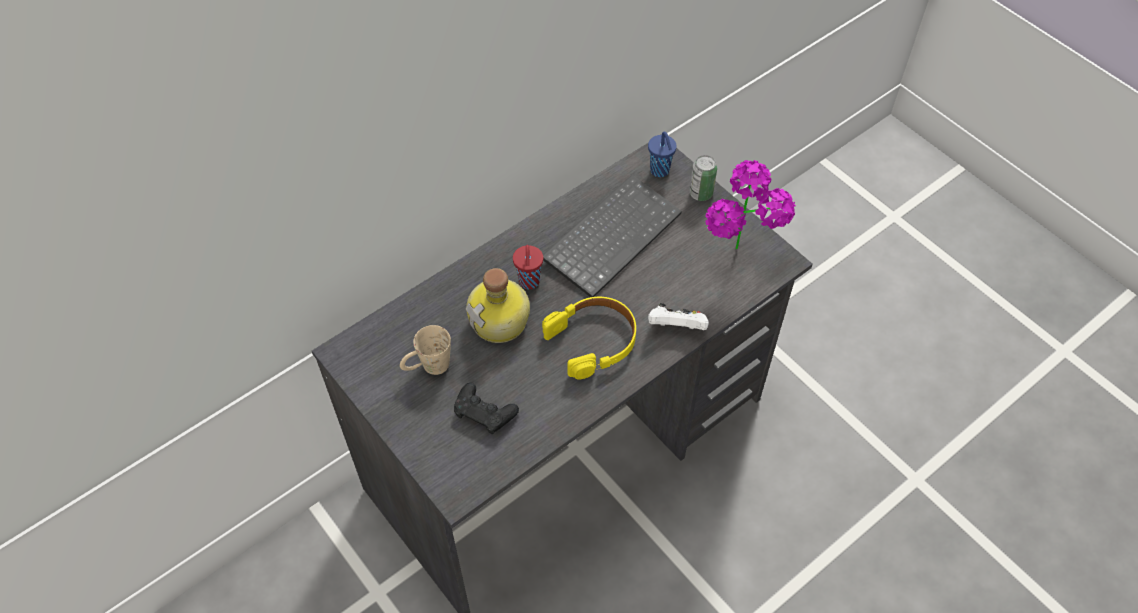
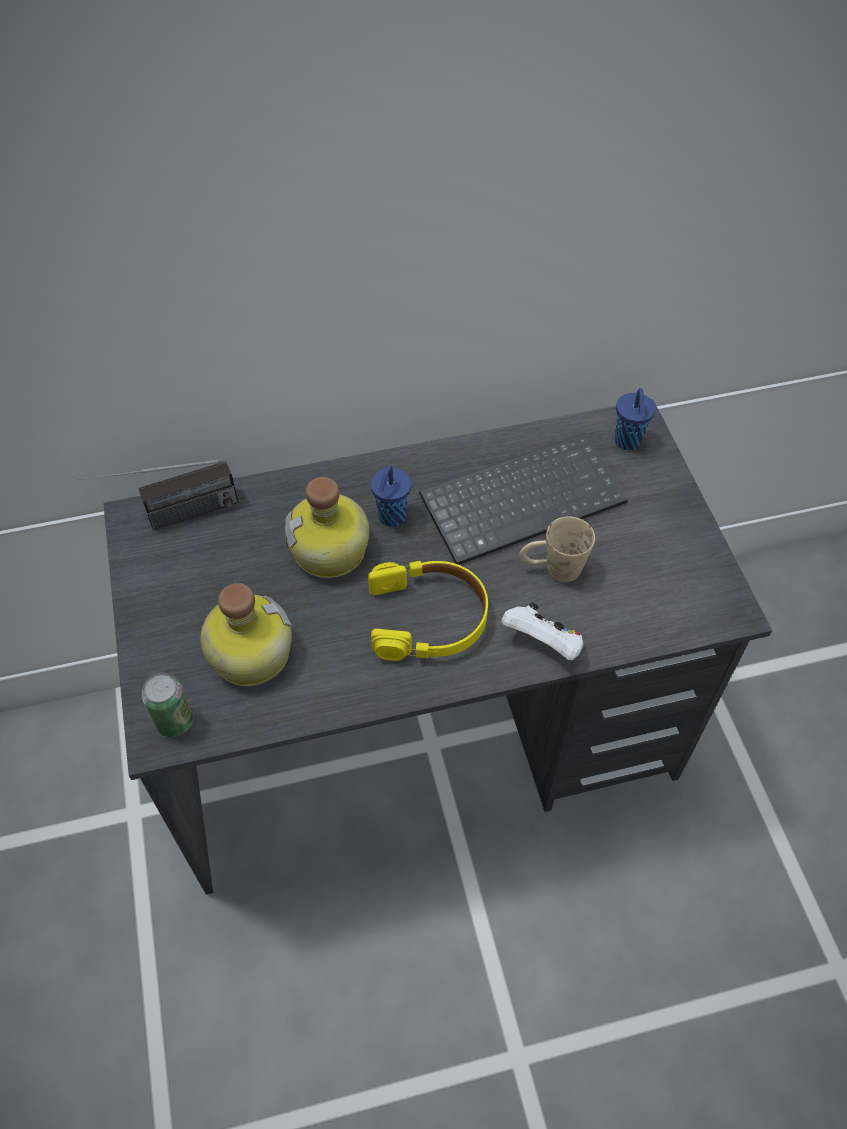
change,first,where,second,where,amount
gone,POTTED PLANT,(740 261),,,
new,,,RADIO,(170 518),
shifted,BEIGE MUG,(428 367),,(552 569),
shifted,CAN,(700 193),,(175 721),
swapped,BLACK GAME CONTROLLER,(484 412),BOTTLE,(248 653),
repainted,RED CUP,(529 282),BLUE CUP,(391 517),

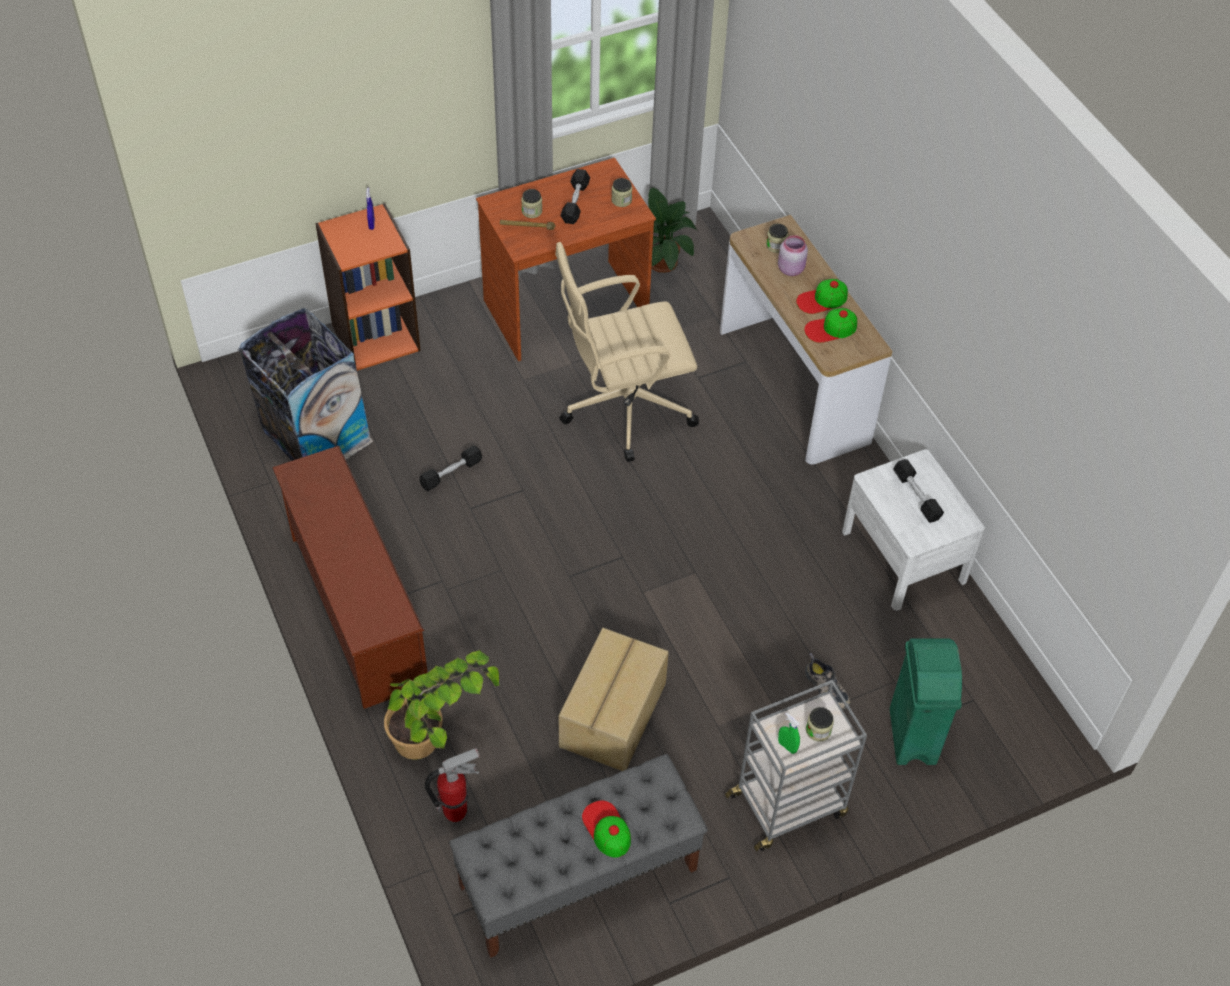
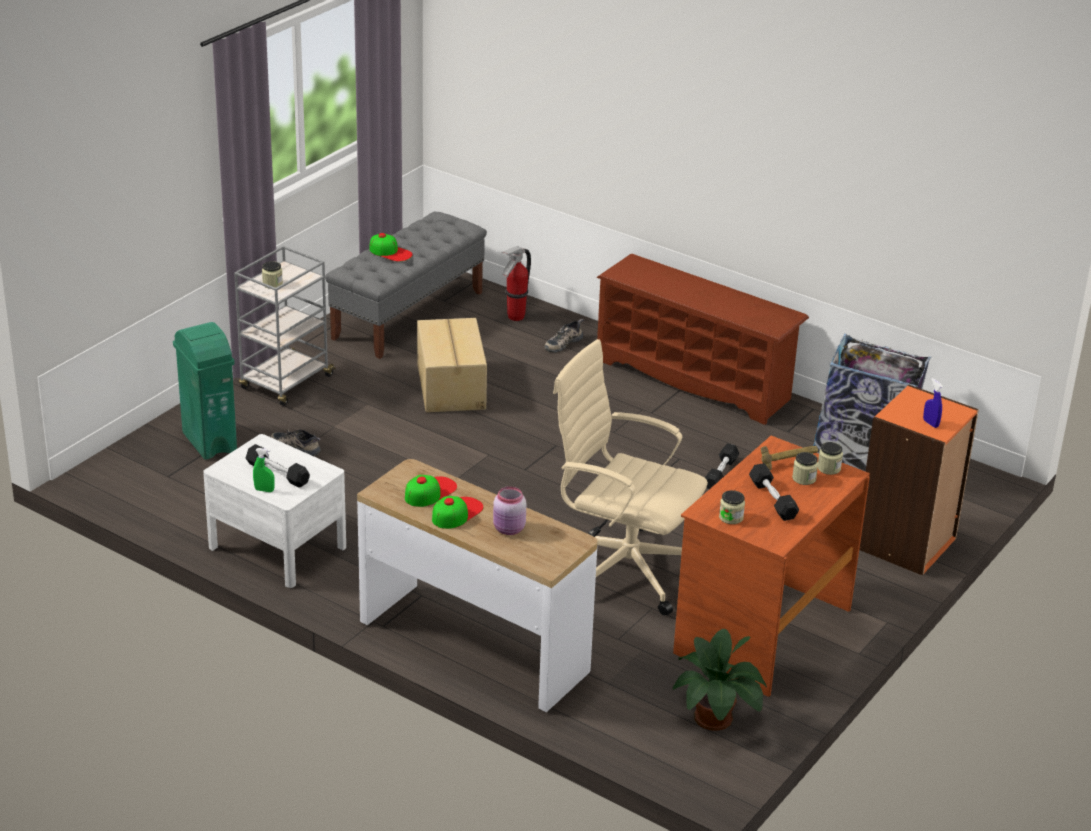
change,first,where,second,where,amount
shifted,JAR,(776 246),,(829 468),
shifted,GREEN SPRAY BOTTLE,(787 746),,(264 490),
swapped,POTTED PLANT,(440 736),SHOE,(563 342),
rotated,BEIGE OFFICE CHAIR,(623 408),,(623 569),105 degrees counterclockwise

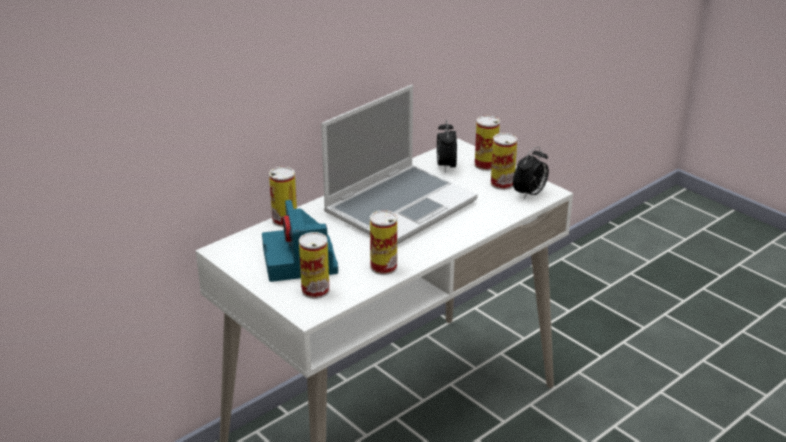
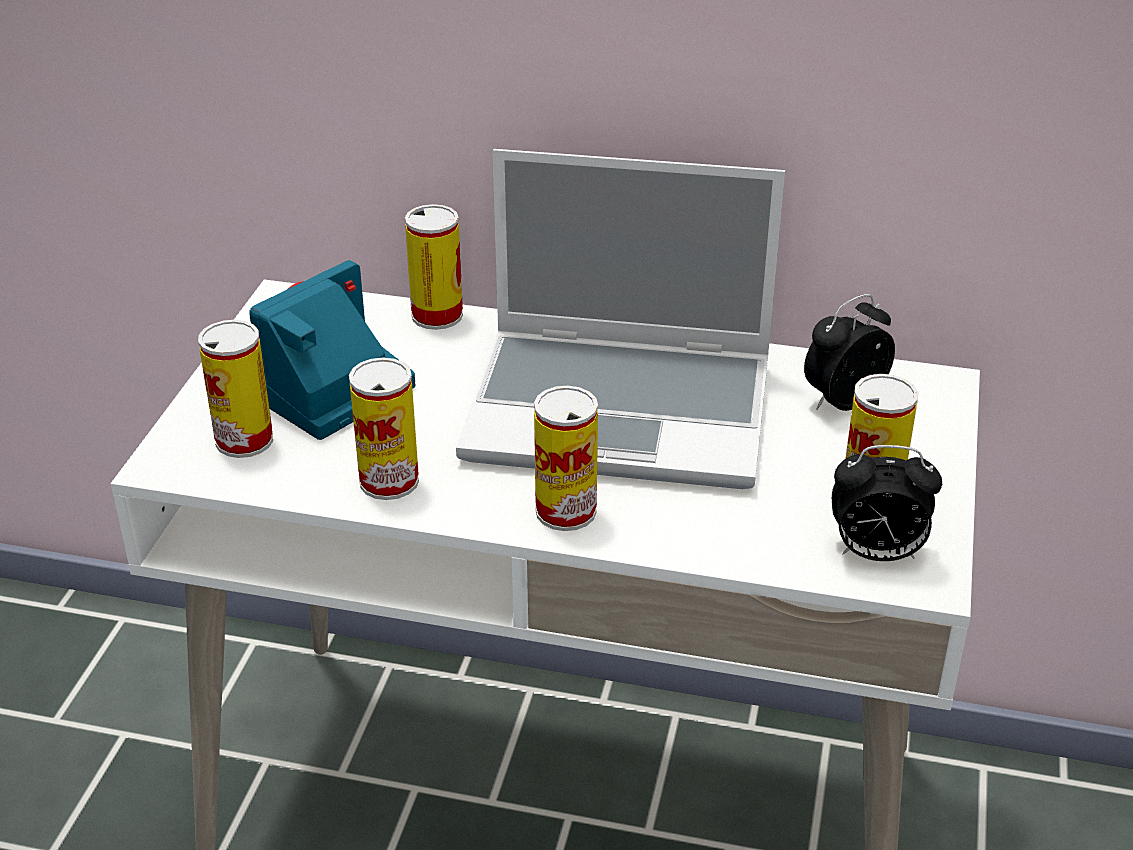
change,first,where,second,where,amount
shifted,CAN,(485 165),,(566 511),

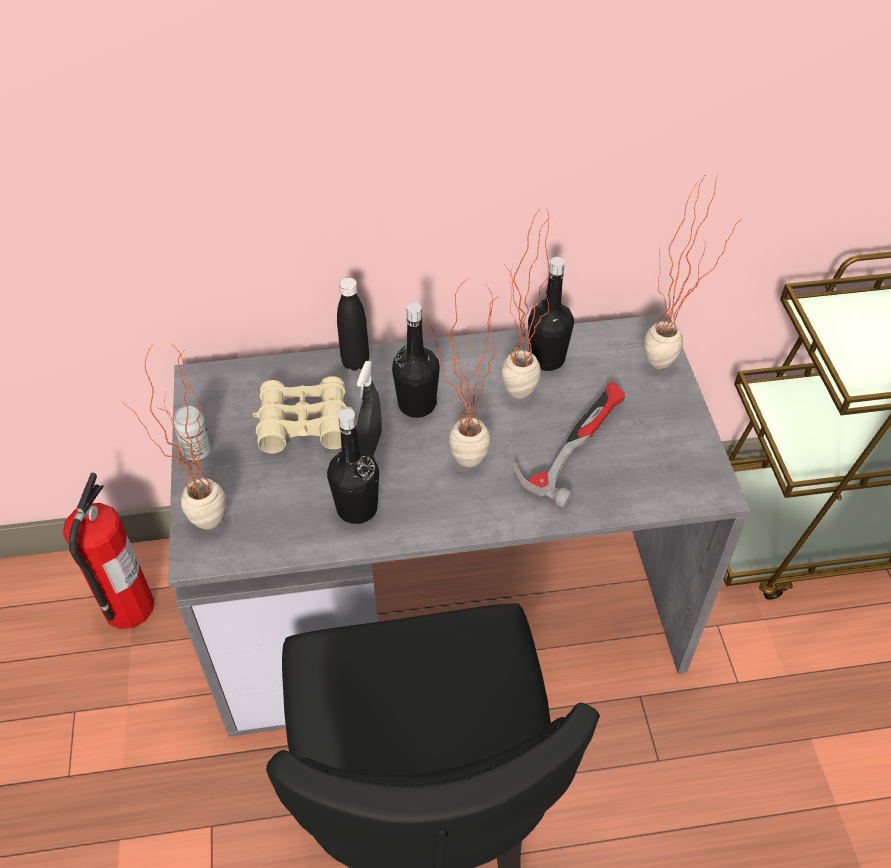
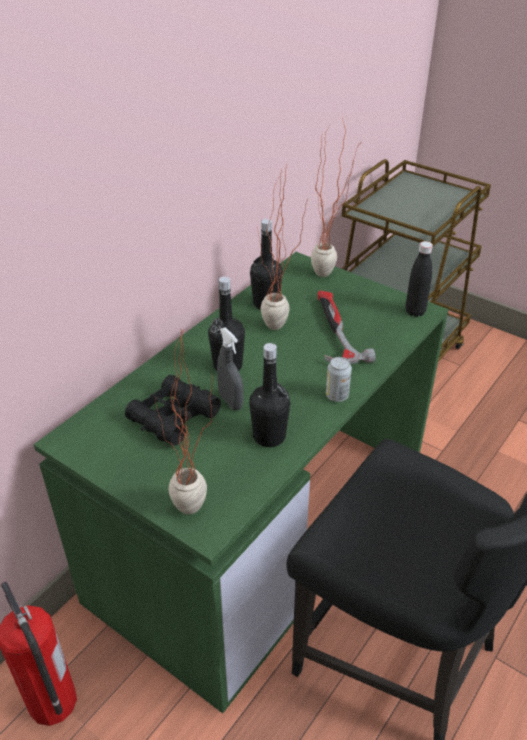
change,first,where,second,where,amount
gone,POTTED PLANT,(458 467),,,
shifted,CAN,(197 451),,(337 396),
shifted,BLACK BOTTLE,(355 362),,(415 312),
repainted,GREY DESK,(448 601),GREEN DESK,(263 525),
repainted,BEIGE BINOCULARS,(304 423),BLACK BINOCULARS,(173 417),

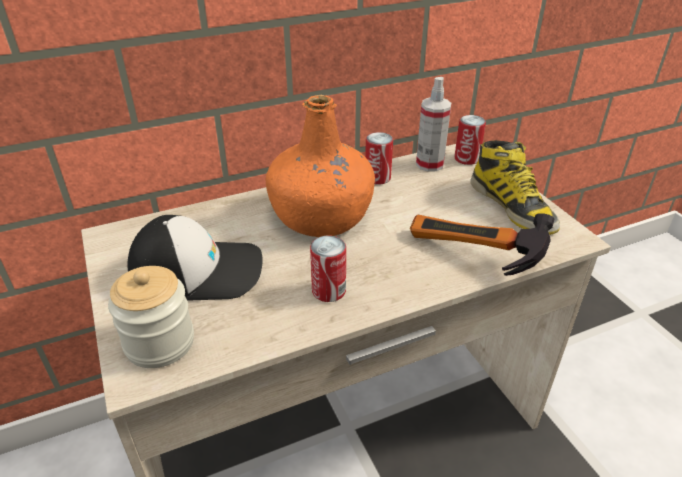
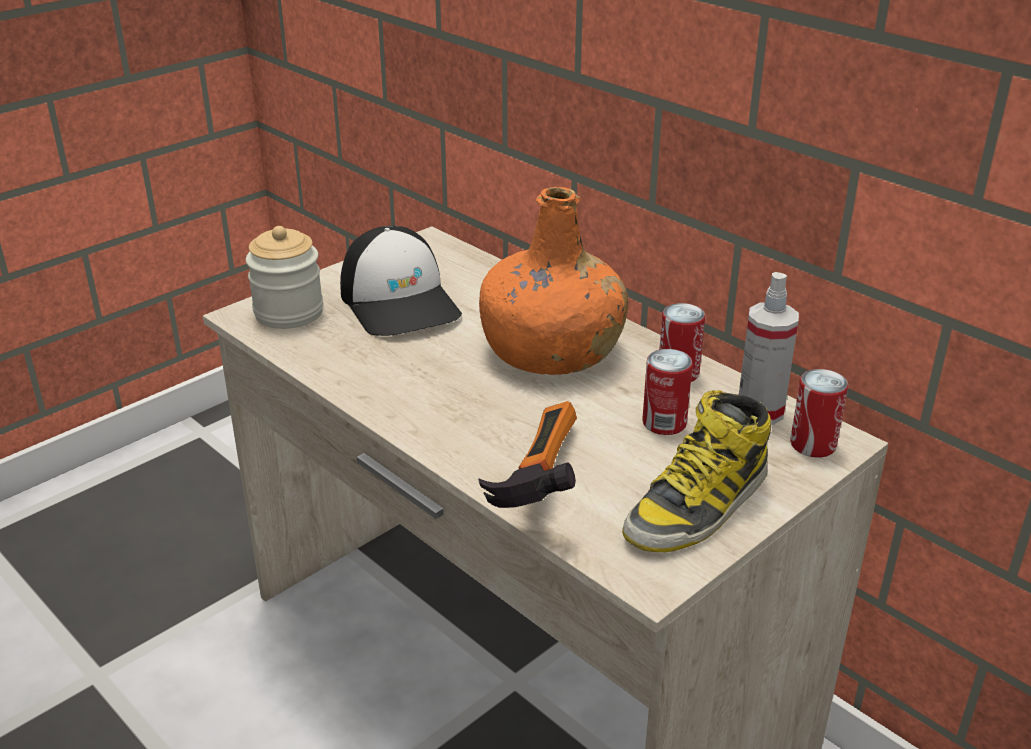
change,first,where,second,where,amount
shifted,CAN,(328 291),,(664 423),

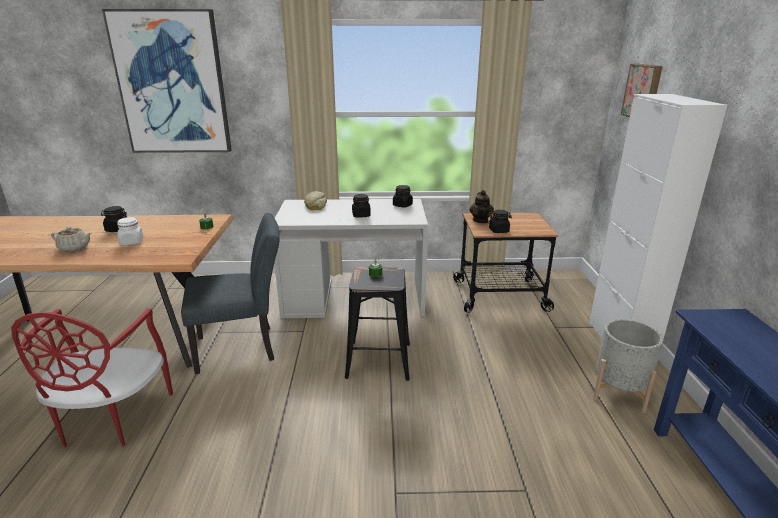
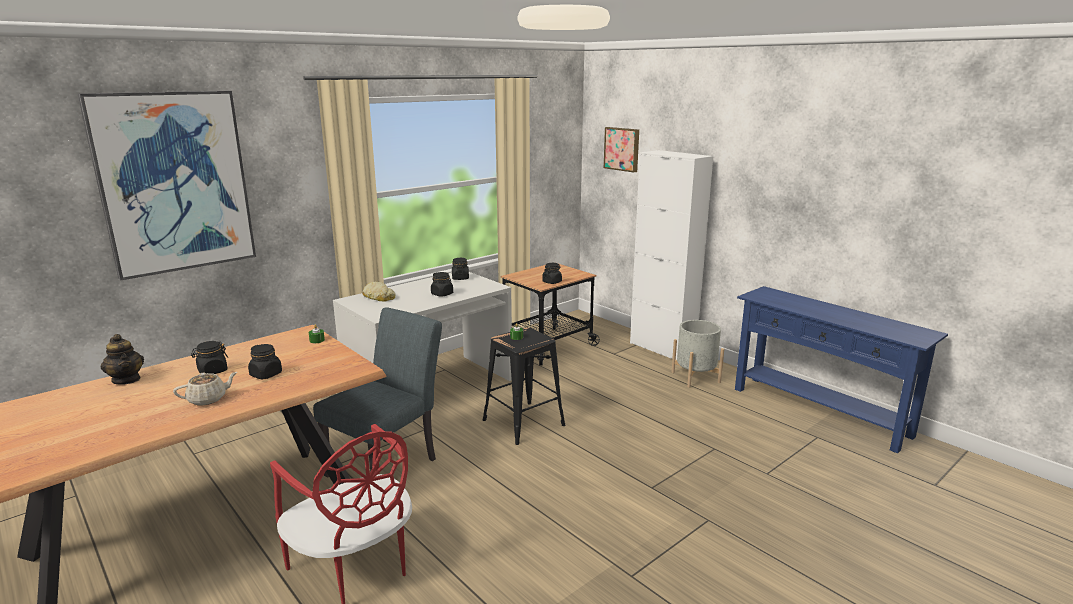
change,first,where,second,where,amount
shifted,TEAPOT,(480 220),,(127 380),
repainted,WHITE JAR,(132 242),BLACK JAR,(266 374),

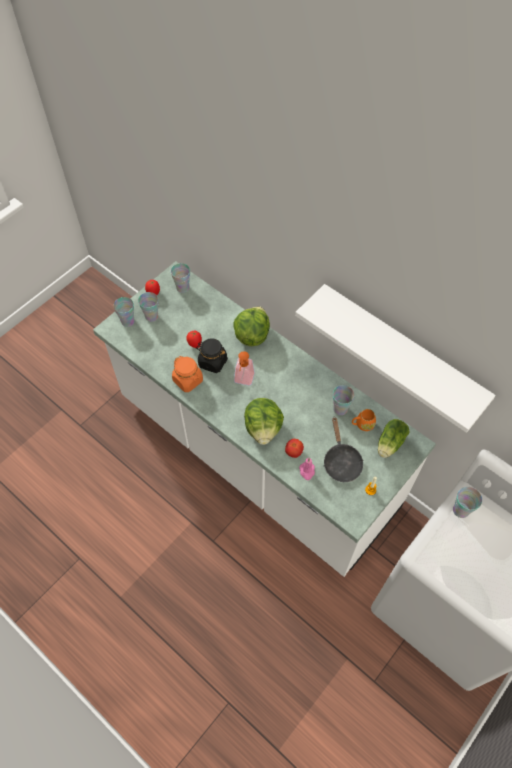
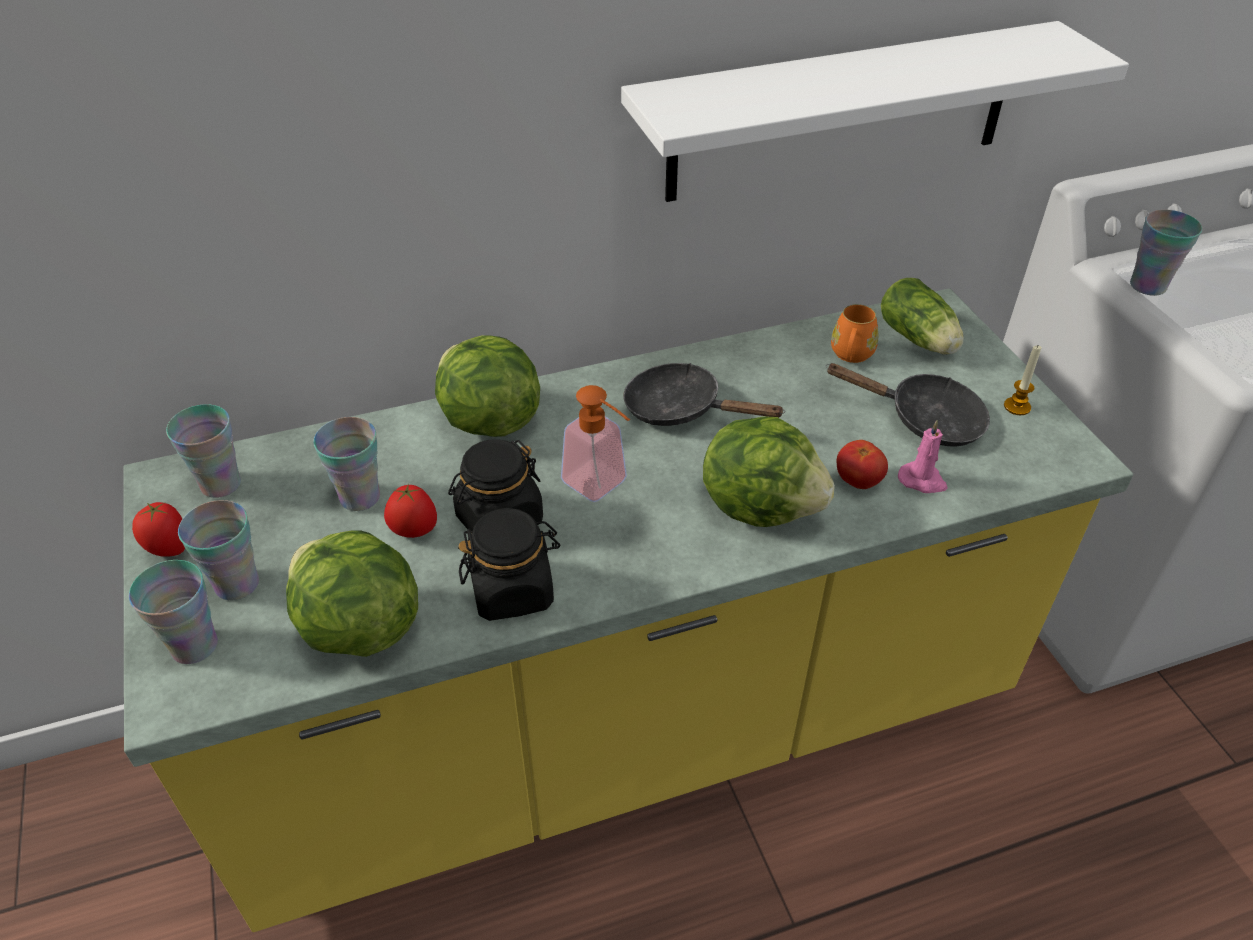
change,first,where,second,where,amount
new,,,LETTUCE,(358 628),
new,,,BLACK FRYING PAN,(681 409),
shifted,CUP,(340 409),,(360 497),
repainted,WHITE COUNTER,(256 454),YELLOW COUNTER,(626 721),
repainted,ORANGE JAR,(188 380),BLACK JAR,(513 591),

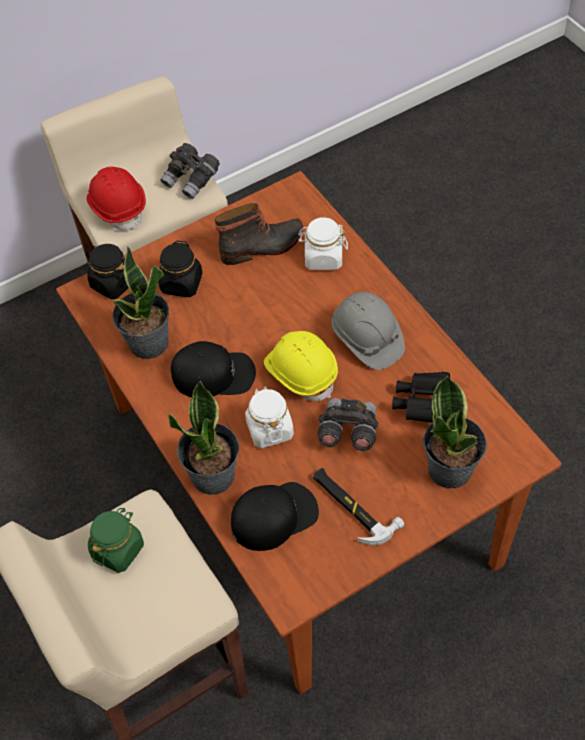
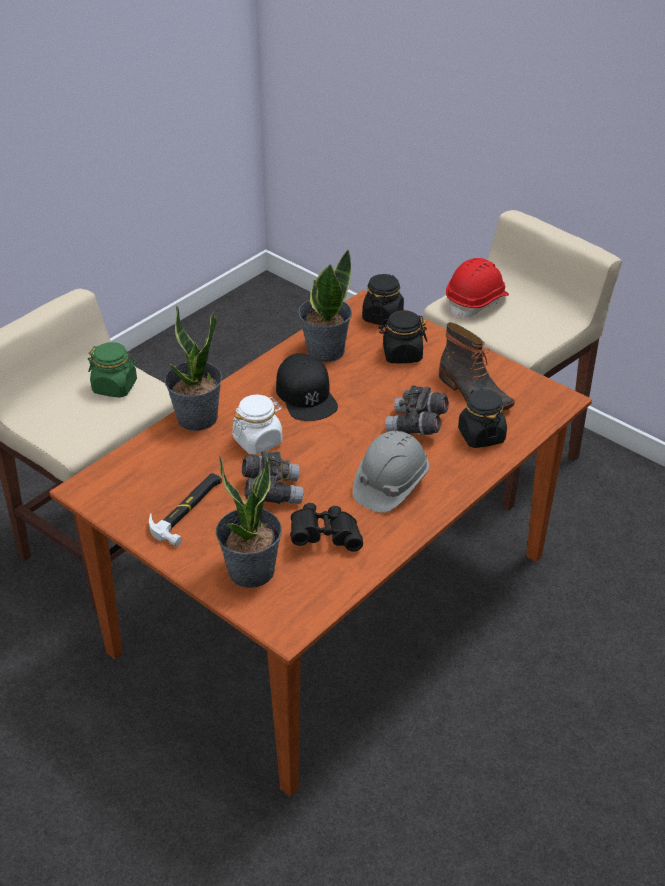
change,first,where,second,where,amount
gone,BLACK CAP,(274 516),,,
gone,YELLOW HARD HAT,(301 372),,,
shifted,GREY BINOCULARS,(191 180),,(416 426),
repainted,WHITE JAR,(323 258),BLACK JAR,(481 435),

